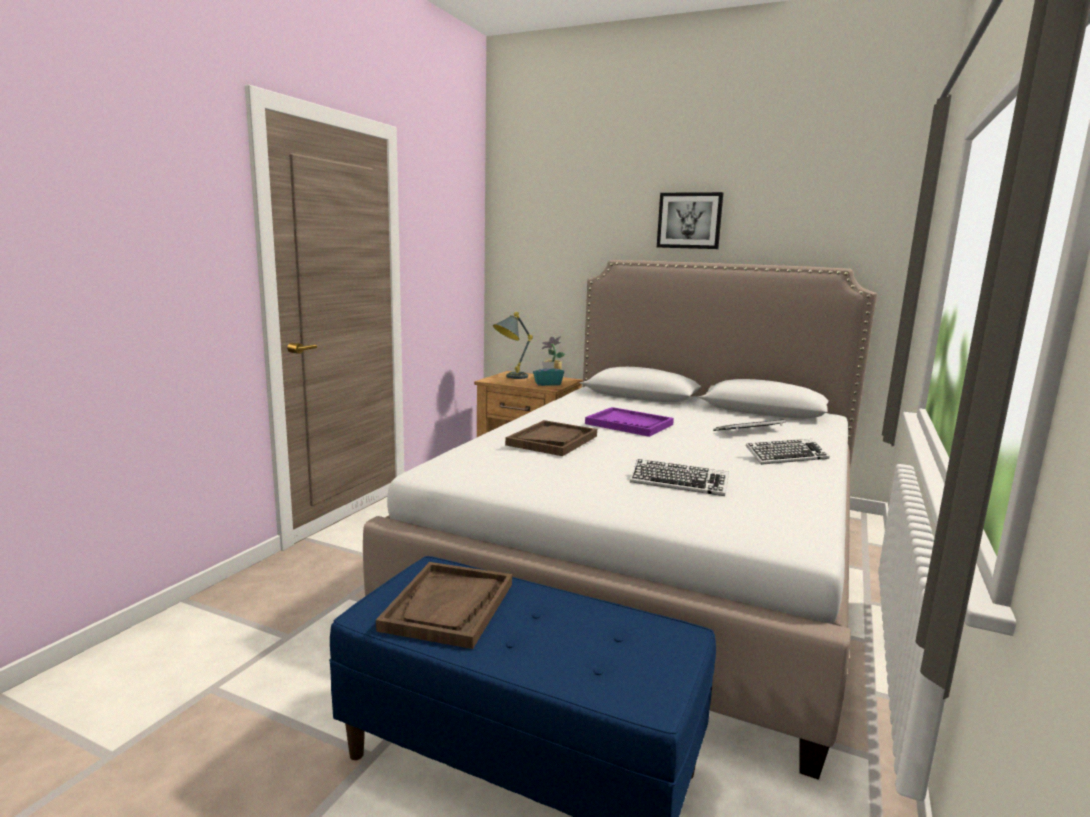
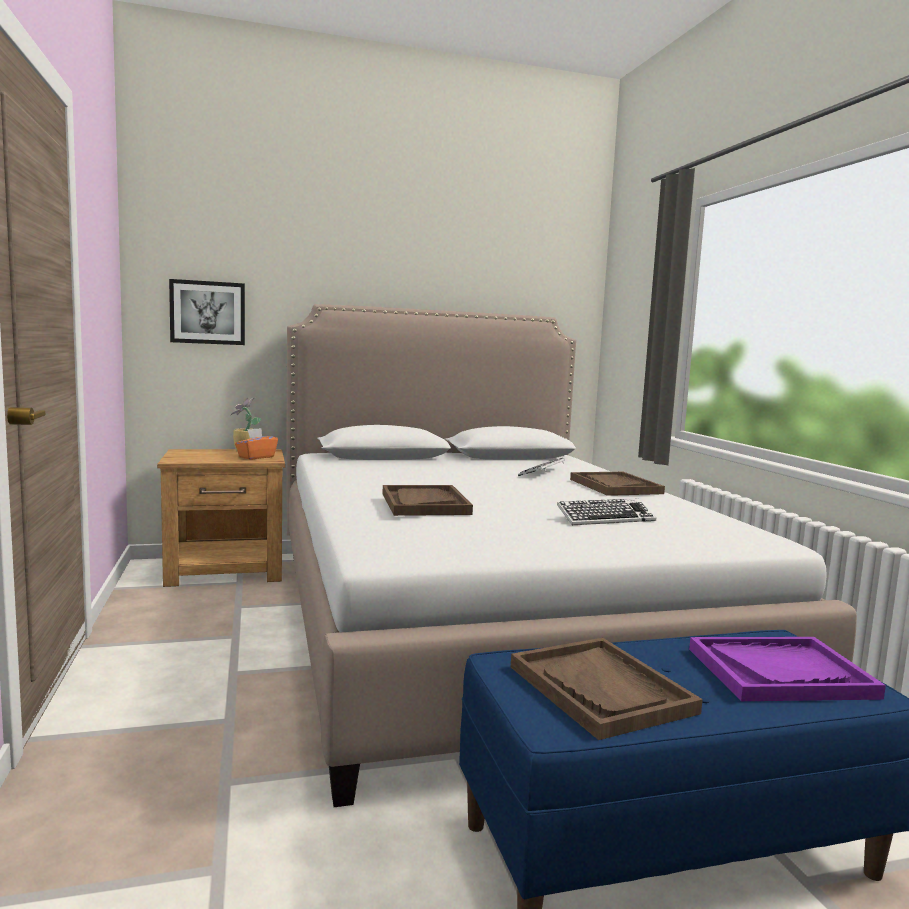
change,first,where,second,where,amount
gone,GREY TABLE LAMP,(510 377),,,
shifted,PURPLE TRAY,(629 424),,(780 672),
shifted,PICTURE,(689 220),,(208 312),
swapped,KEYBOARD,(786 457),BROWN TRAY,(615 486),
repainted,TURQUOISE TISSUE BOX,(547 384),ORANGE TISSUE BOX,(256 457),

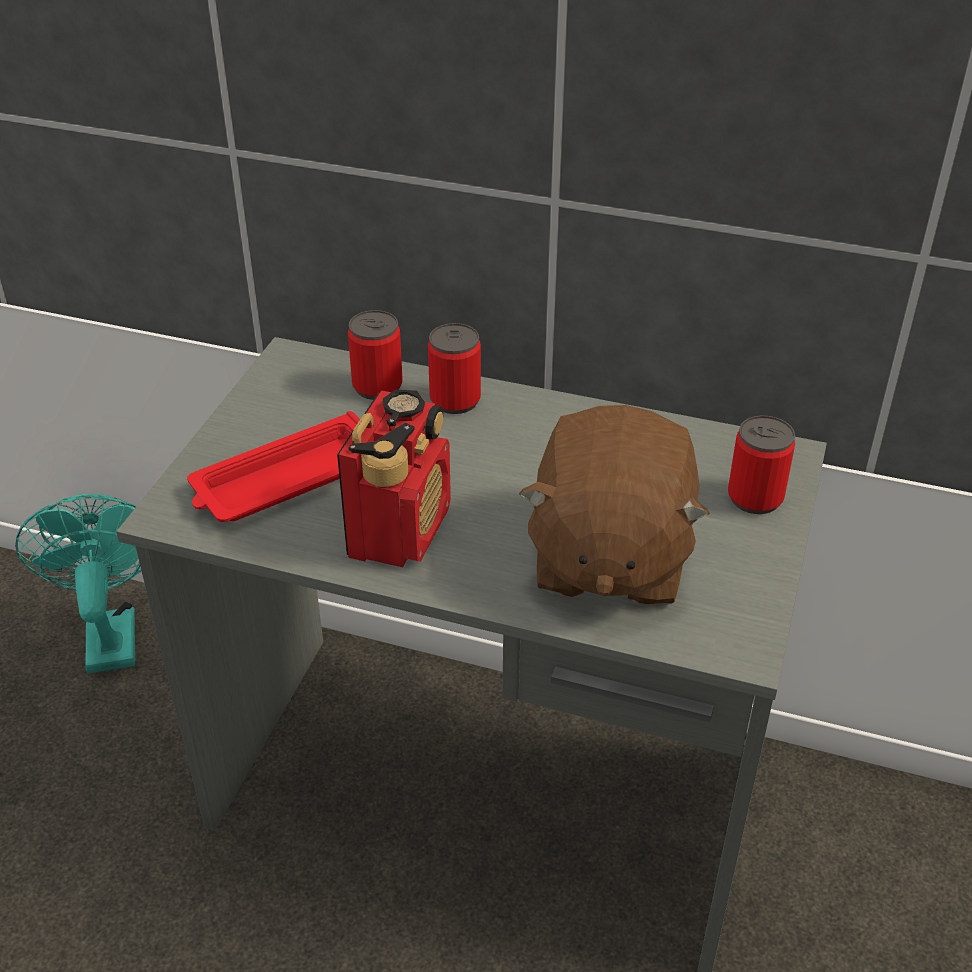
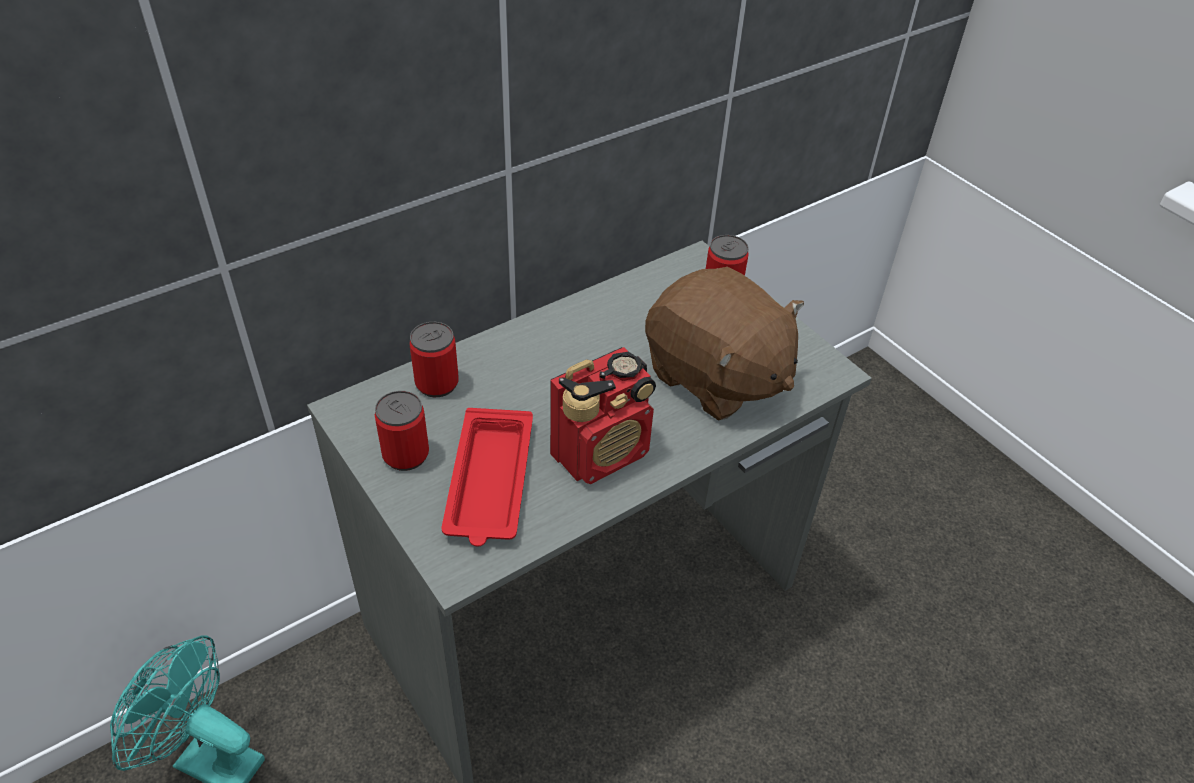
change,first,where,second,where,amount
shifted,CAN,(455 400),,(406 455),
rotated,RADIO,(400 530),,(601 453),90 degrees clockwise

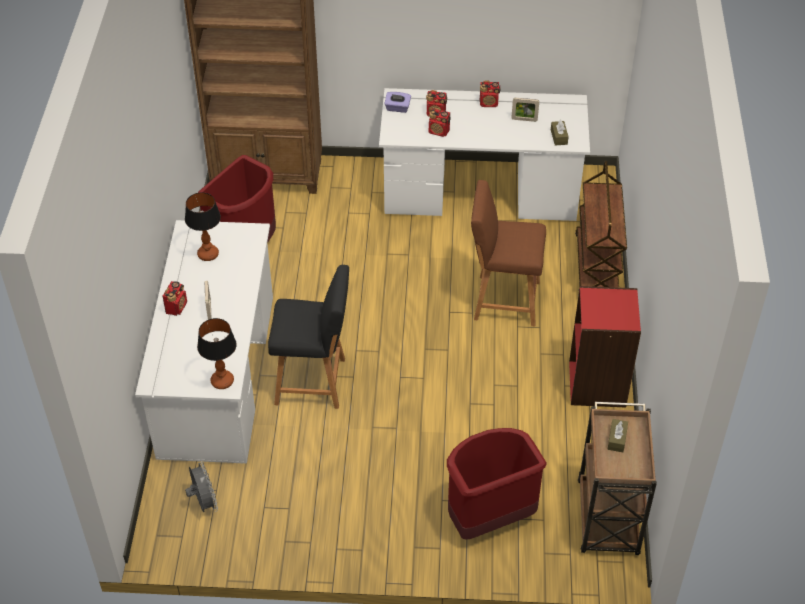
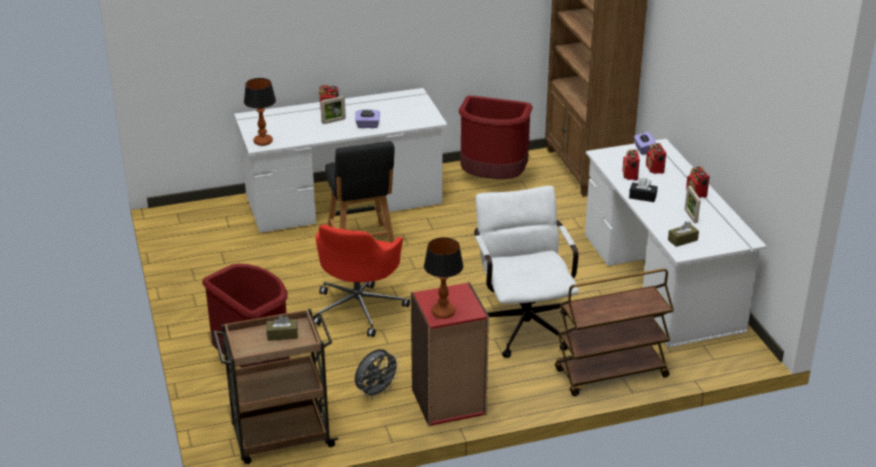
change,first,where,second,where,amount
new,,,RED OFFICE CHAIR,(359 308),
new,,,PURPLE TISSUE BOX,(367 125),
new,,,BLACK TISSUE BOX,(642 197),
shifted,TABLE LAMP,(208 254),,(444 313),
shifted,GREY FAN,(204 503),,(376 392),
swapped,BROWN STOOL,(502 300),WHITE OFFICE CHAIR,(523 323),

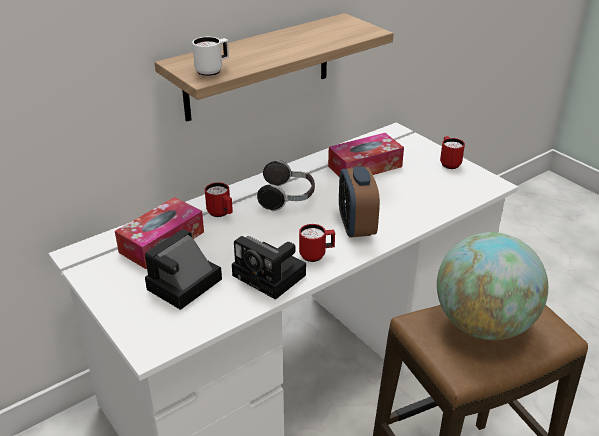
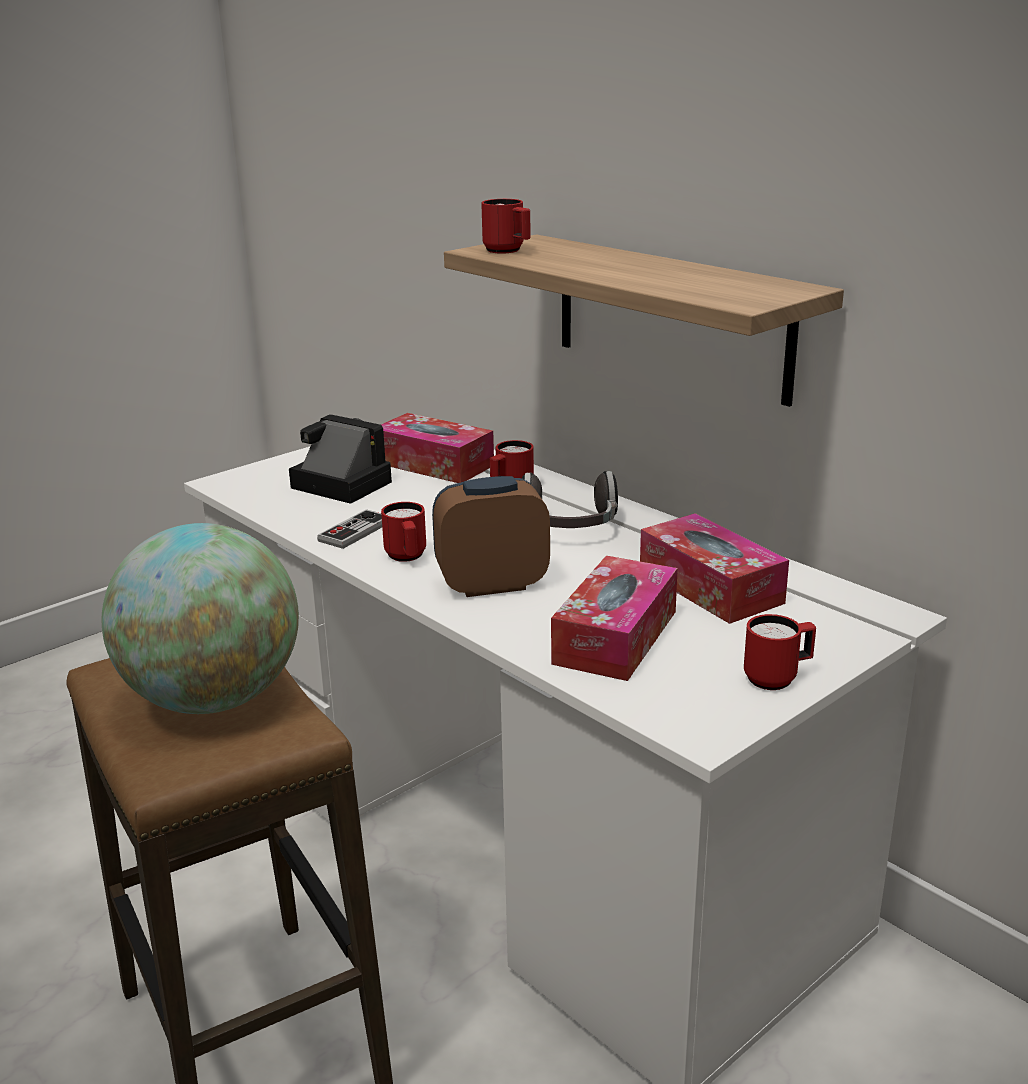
change,first,where,second,where,amount
new,,,TISSUE BOX,(615 637),
swapped,PHOTO CAMERA,(272 276),GAME CONTROLLER,(355 531),
repainted,WHITE MUG,(213 71),RED MUG,(508 251),

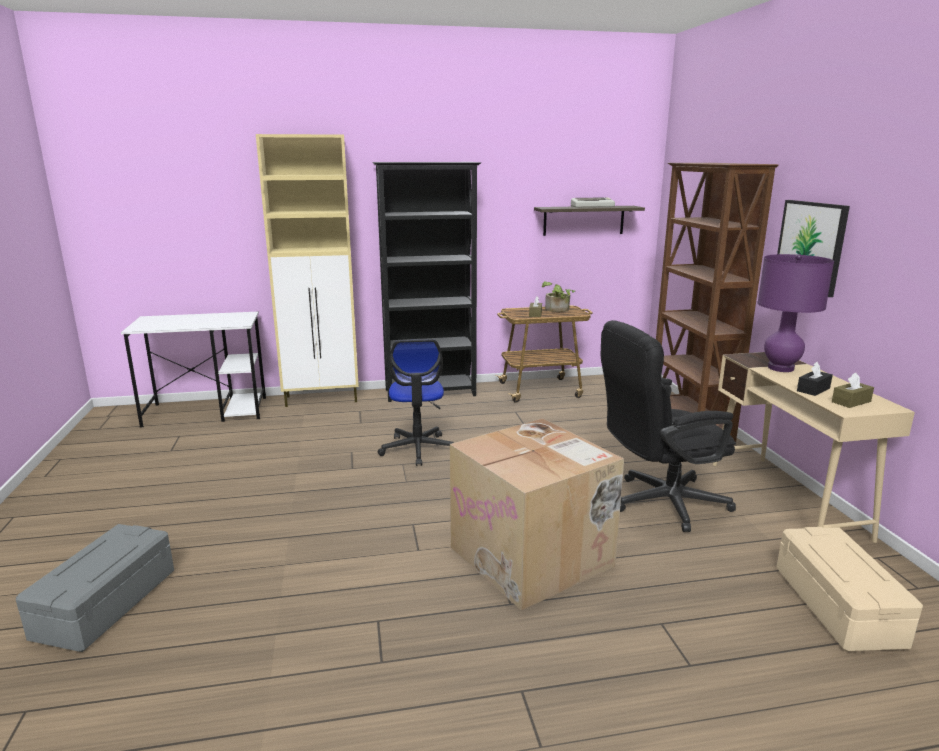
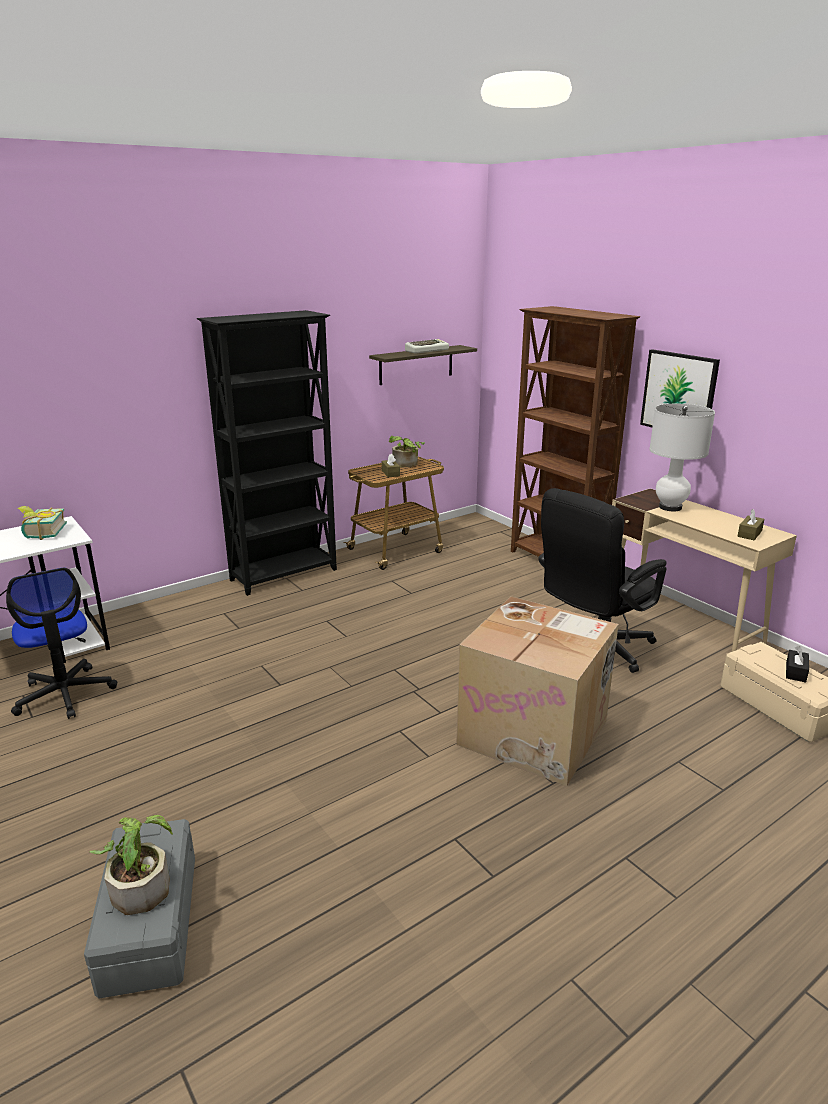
change,first,where,second,where,amount
gone,BEIGE CABINET,(323 399),,,
new,,,BOOK,(41 533),
new,,,POTTED PLANT,(141 884),
shifted,OFFICE CHAIR,(418 449),,(65 694),
shifted,BLACK TISSUE BOX,(813 389),,(795 672),
repainted,PURPLE TABLE LAMP,(780 368),WHITE TABLE LAMP,(670 507),

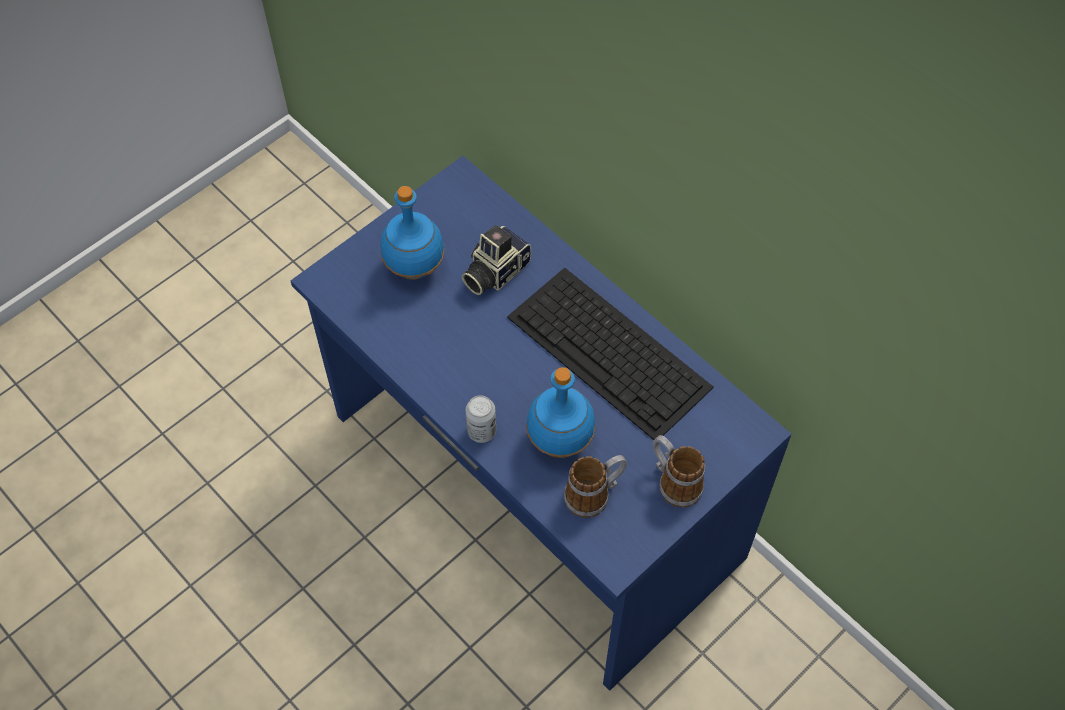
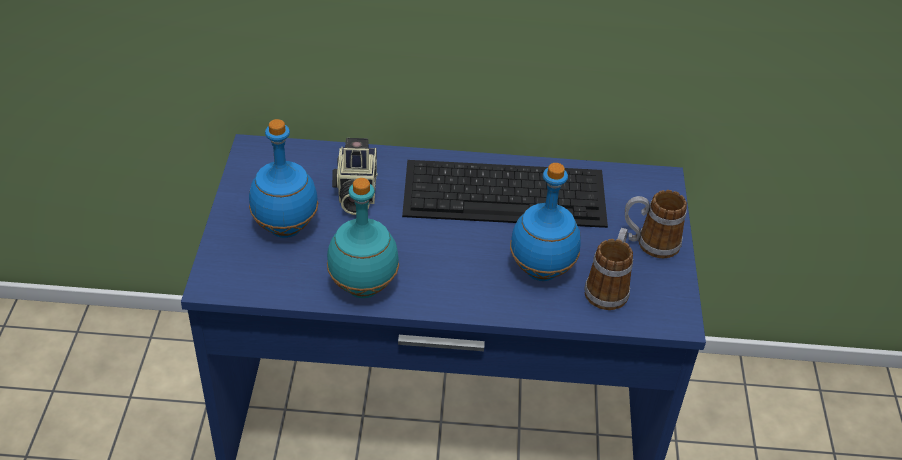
change,first,where,second,where,amount
gone,CAN,(481 431),,,
new,,,TURQUOISE BOTTLE,(363 286),

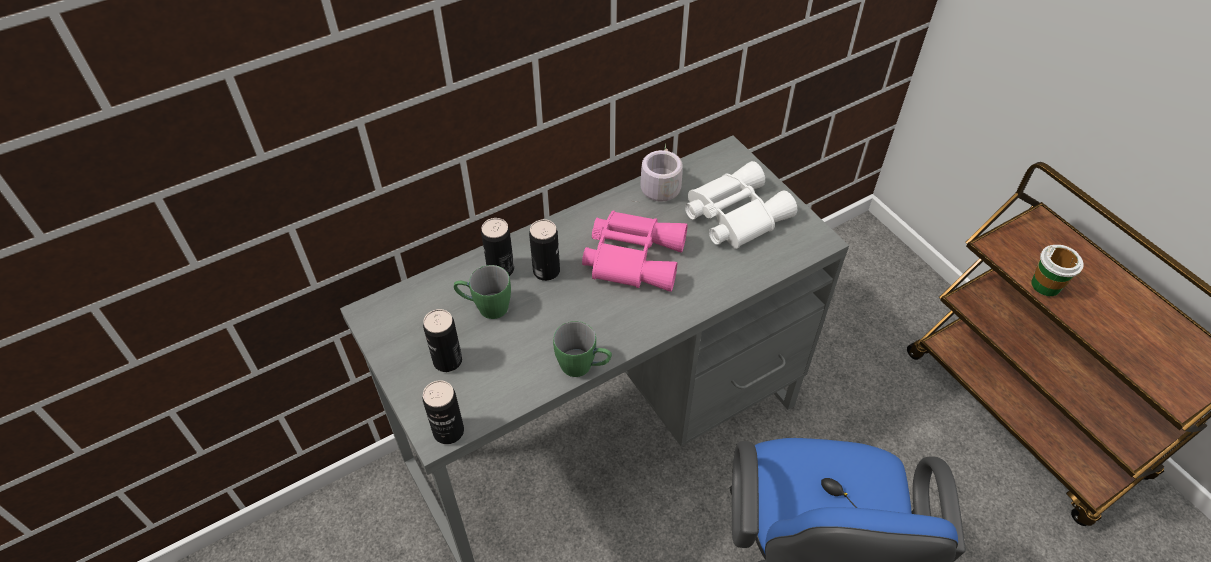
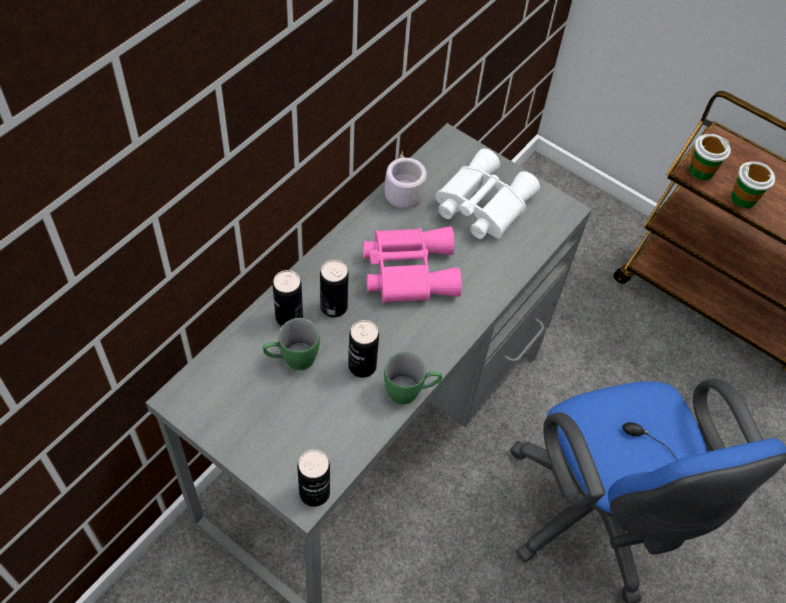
change,first,where,second,where,amount
new,,,CUP,(701 171),
shifted,CAN,(447 360),,(362 366),

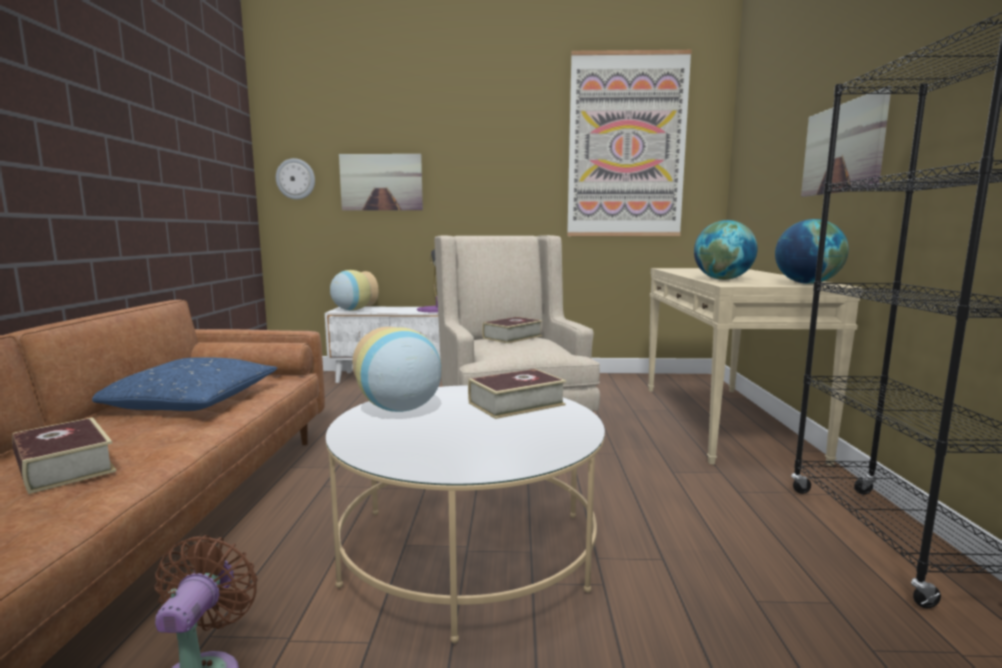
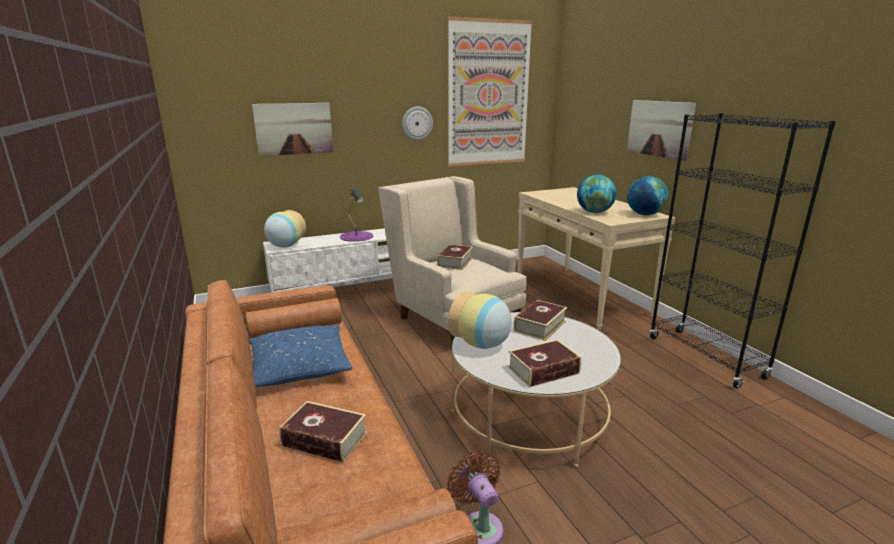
change,first,where,second,where,amount
new,,,BOOK,(543 370),
shifted,WALL CLOCK,(295 179),,(417 123),

